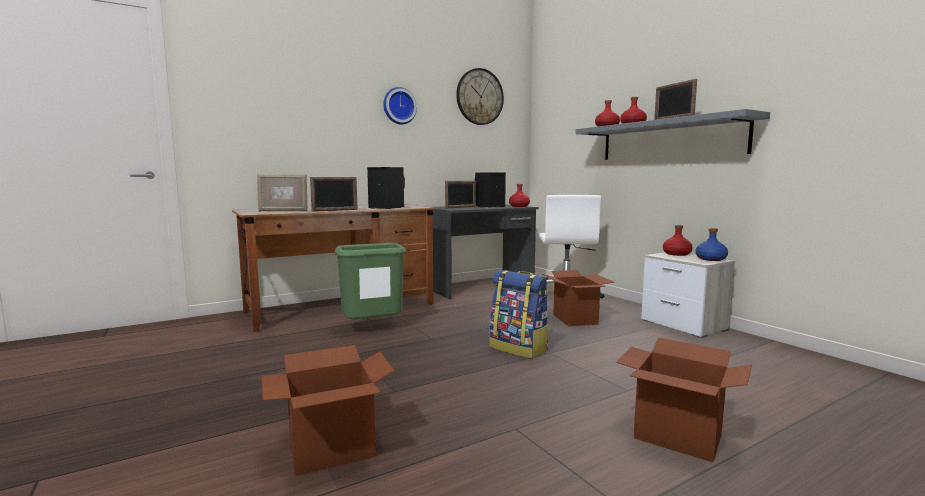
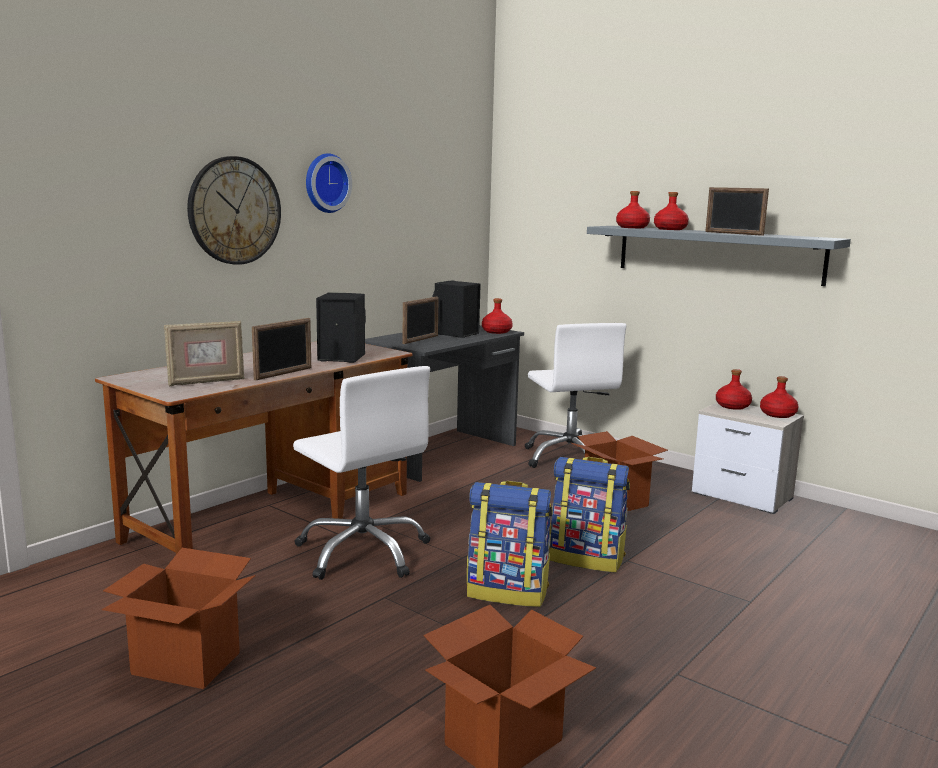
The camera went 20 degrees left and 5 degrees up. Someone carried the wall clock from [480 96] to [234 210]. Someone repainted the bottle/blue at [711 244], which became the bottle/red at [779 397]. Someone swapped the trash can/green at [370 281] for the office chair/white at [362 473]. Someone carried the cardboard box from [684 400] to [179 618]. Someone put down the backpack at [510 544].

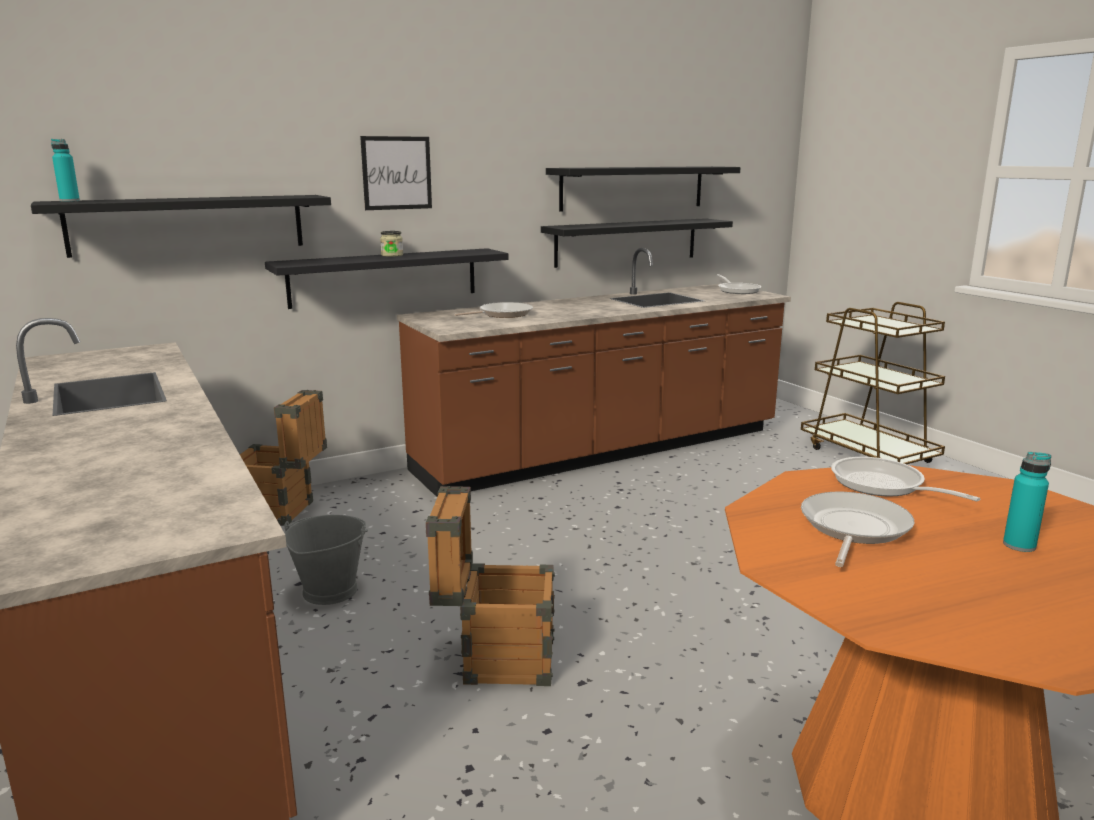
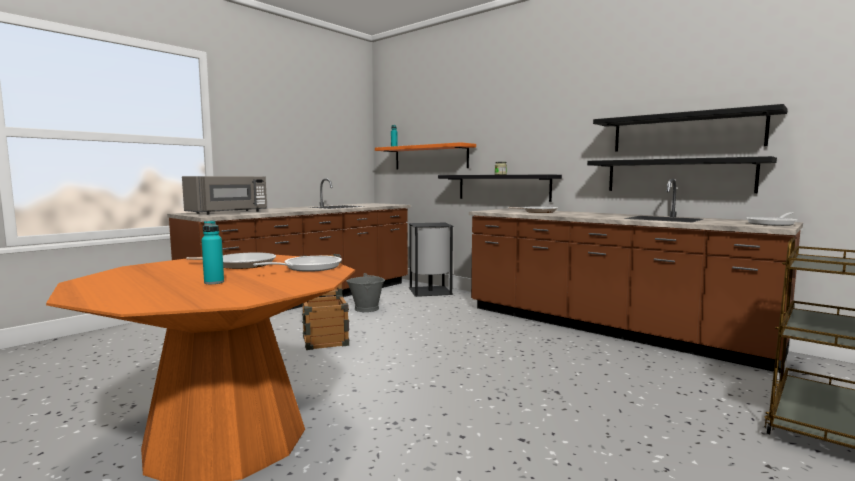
The camera went 70 degrees right and 10 degrees down. Someone took away the picture at [396 173]. Someone repainted the shelf/black at [181 226], which became the shelf/orange at [425 156]. Someone swapped the crate at [283 458] for the trash can/black at [431 260]. Someone put down the microwave/grey at [224 195].

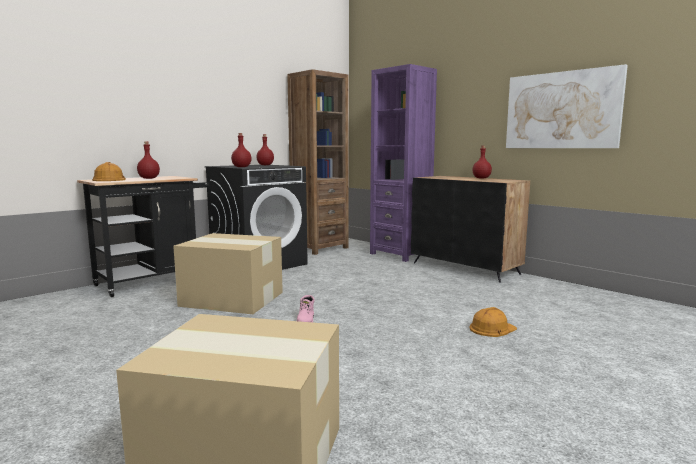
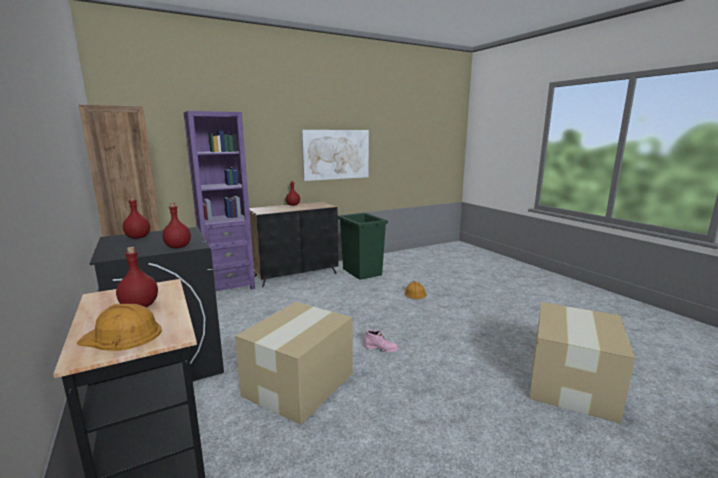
The camera went 75 degrees left and 5 degrees up. Someone put down the trash can/green at [363 246].

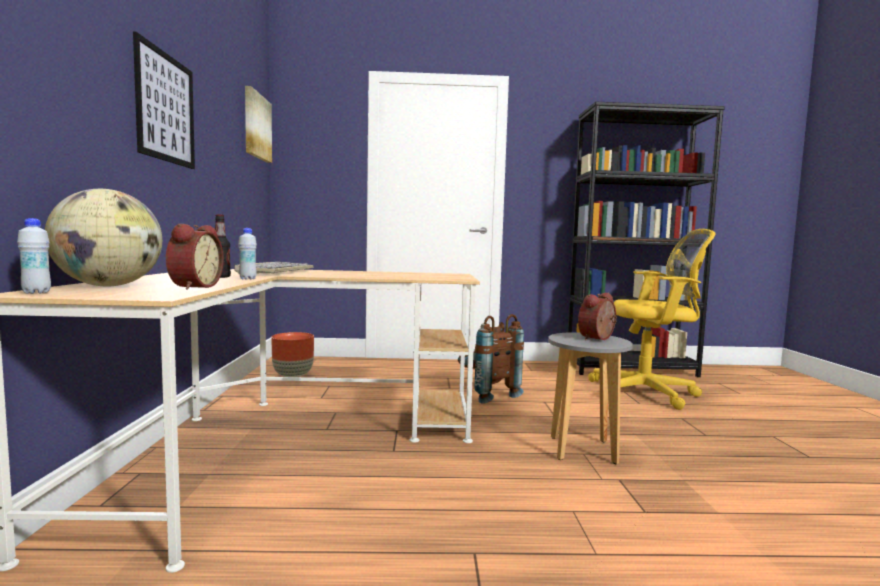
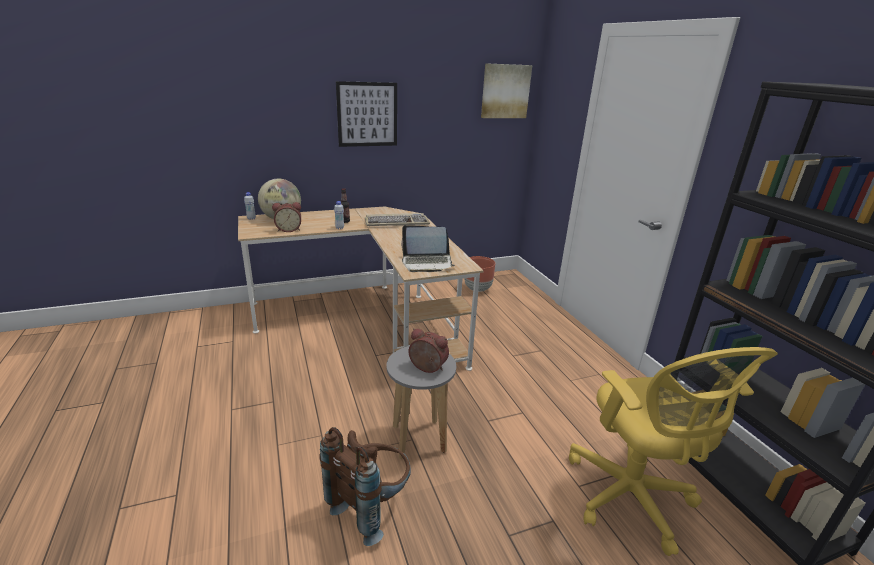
The camera went 70 degrees right and 20 degrees up. Someone carried the backpack/brown from [491 359] to [365 486]. Someone put down the laptop at [428 248].

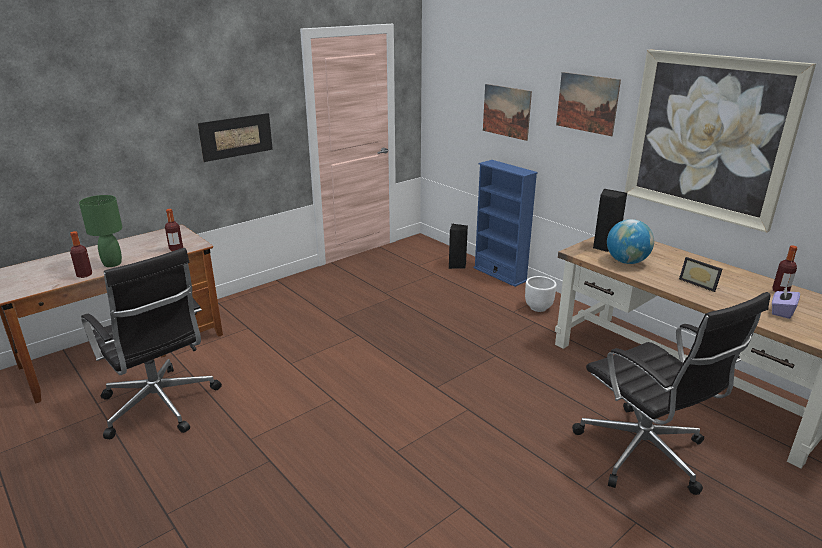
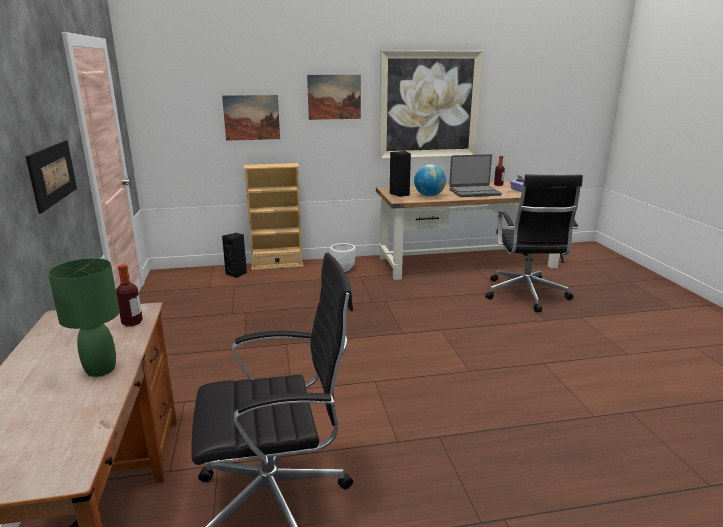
The camera went 60 degrees left and 5 degrees down. Someone repainted the bookcase/blue at [505 223], which became the bookcase/beige at [274 216]. Someone took away the bottle at [81 254]. Someone swapped the picture frame at [700 274] for the laptop at [475 175]. Someone rotated the office chair/black at [671 393] by 90 degrees clockwise.

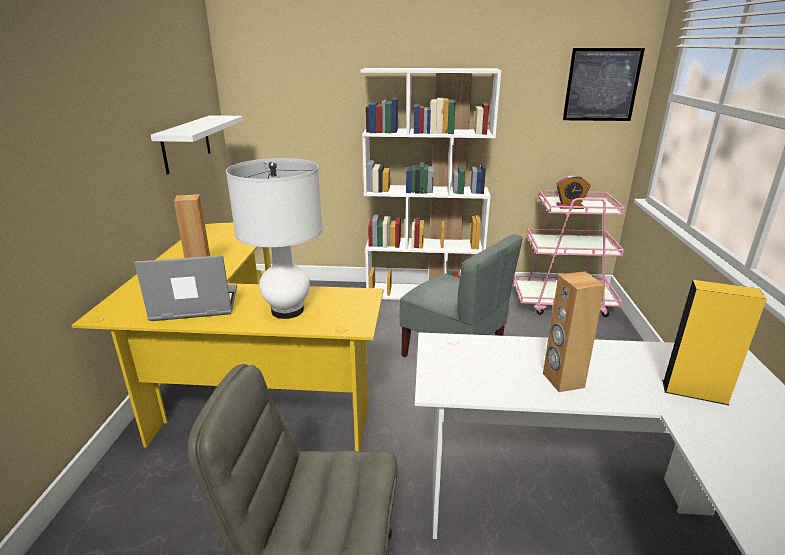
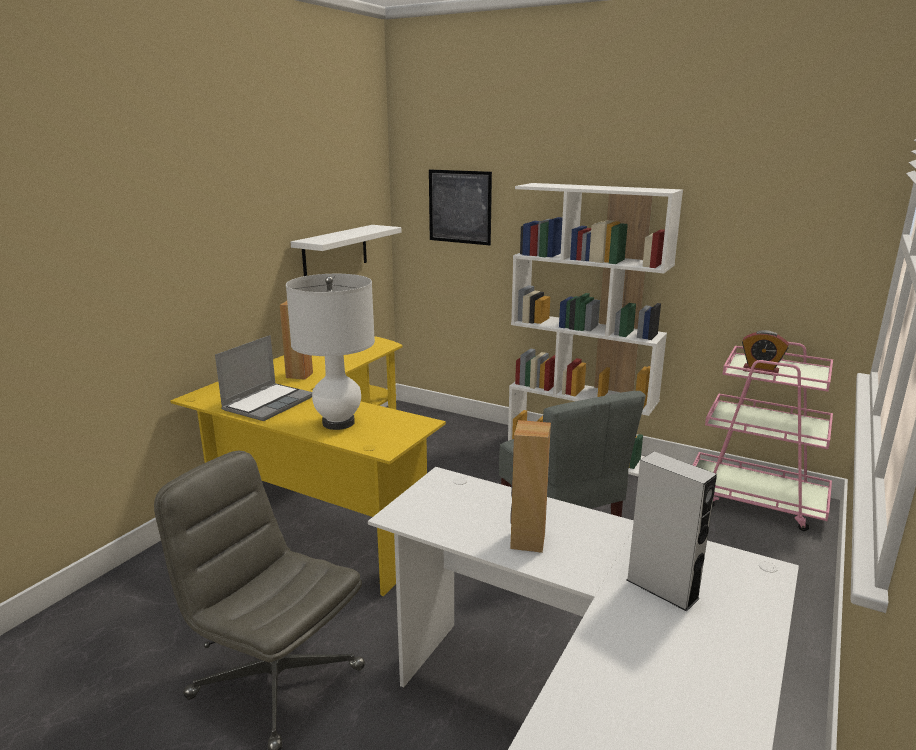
The camera went 25 degrees right and 5 degrees down. Someone carried the picture from [604 84] to [460 207]. Someone rotated the laptop at [185 288] by 105 degrees clockwise. Someone repainted the speaker/yellow at [714 343], which became the speaker/grey at [671 531].

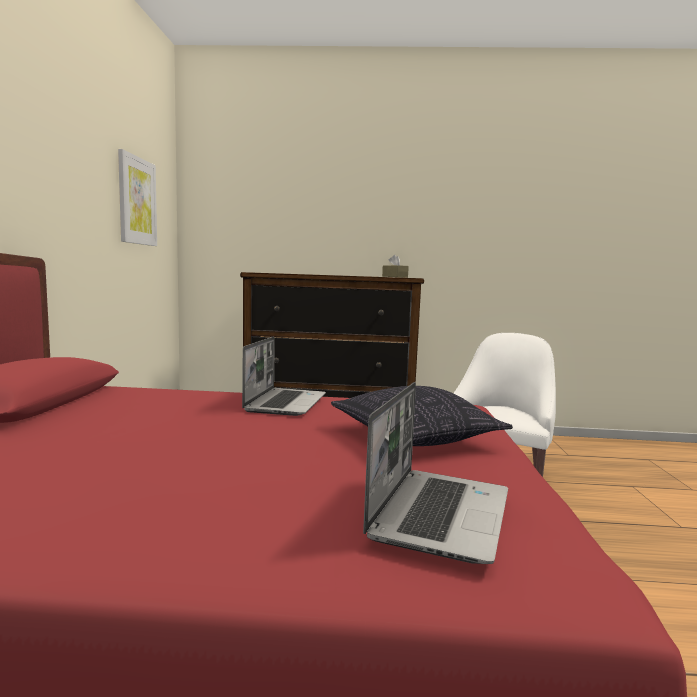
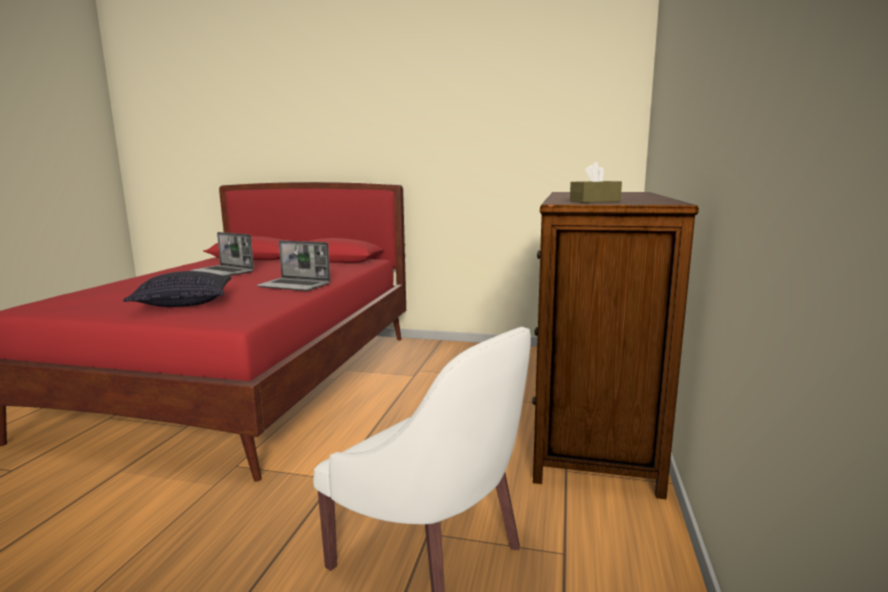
The camera went 100 degrees right and 5 degrees up. Someone took away the picture at [137 197]. Someone carried the laptop from [435 473] to [222 254].

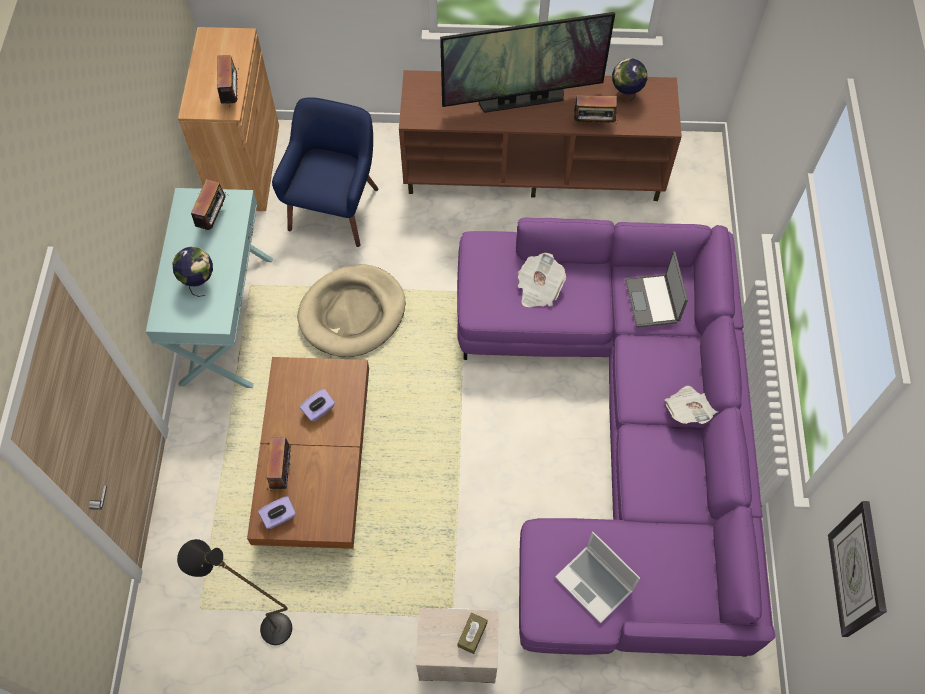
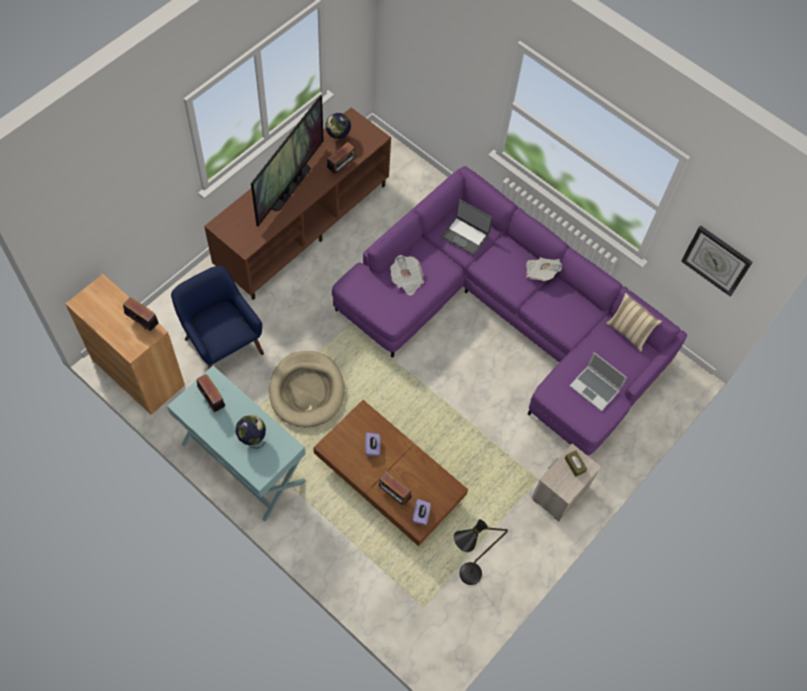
The camera went 55 degrees left and 0 degrees up. Someone rotated the laptop at [597 577] by 45 degrees clockwise. Someone put down the pillow/beige at [634 322].

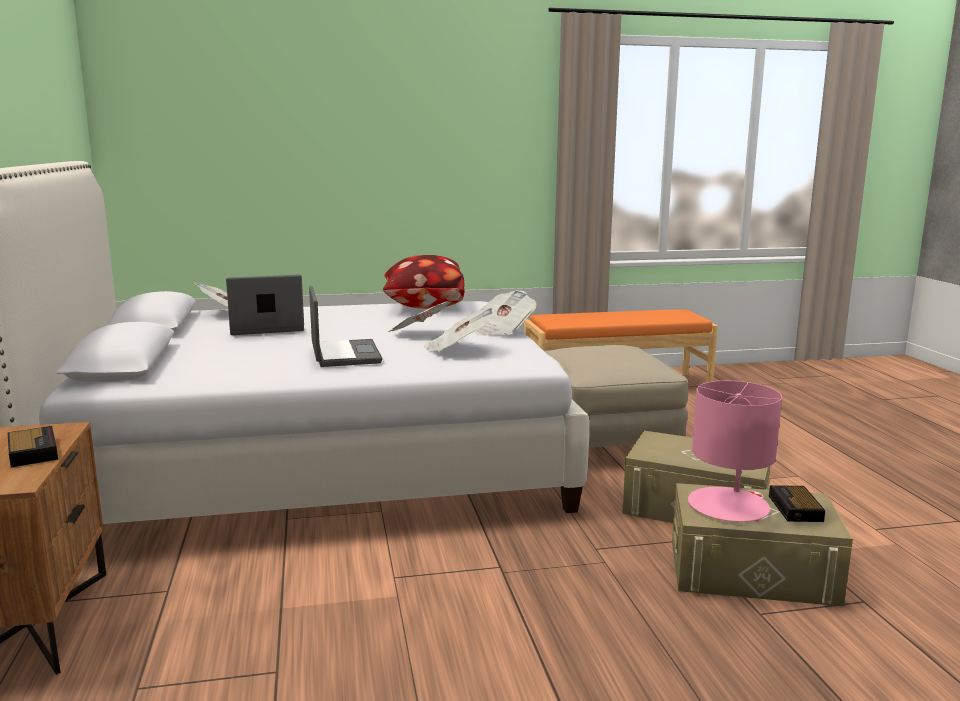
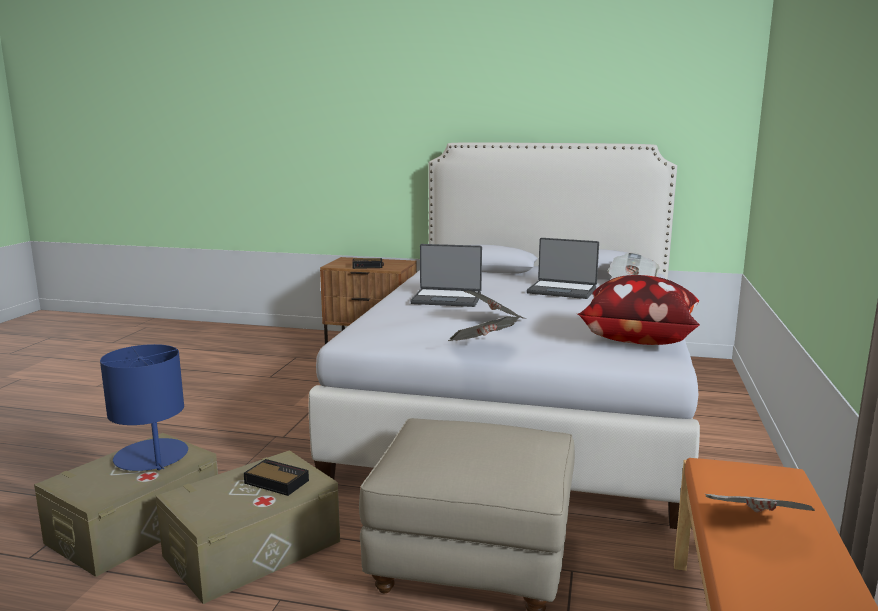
The camera went 115 degrees right and 0 degrees up. Someone rotated the laptop at [265 304] by 105 degrees clockwise. Someone carried the newspaper from [460 330] to [760 503]. Someone repainted the table lamp/pink at [735 451], which became the table lamp/blue at [144 407]. Someone carried the alarm clock from [797 503] to [276 477].

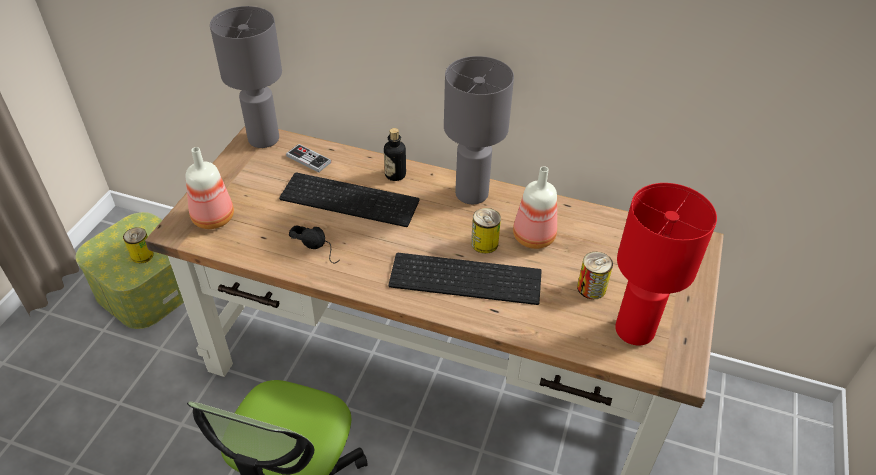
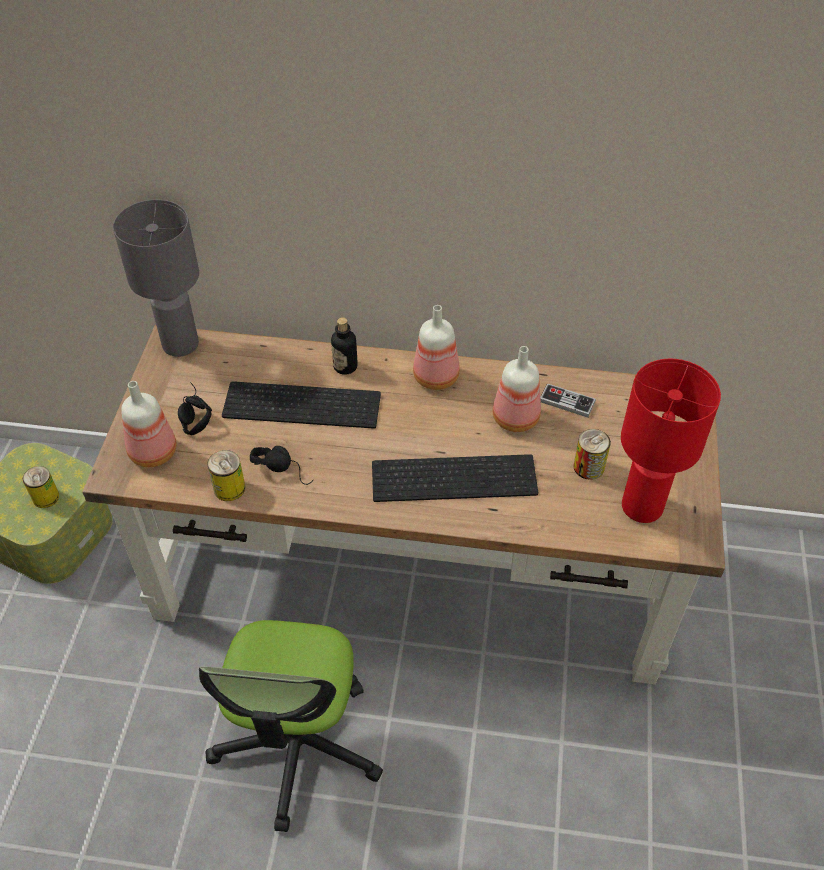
The camera went 10 degrees left and 5 degrees up. Someone swapped the table lamp/grey at [479 130] for the bottle at [436 347]. Someone carried the game controller from [308 158] to [568 400]. Someone carried the can from [486 231] to [226 475]. Someone put down the headphones/black at [195 408].

